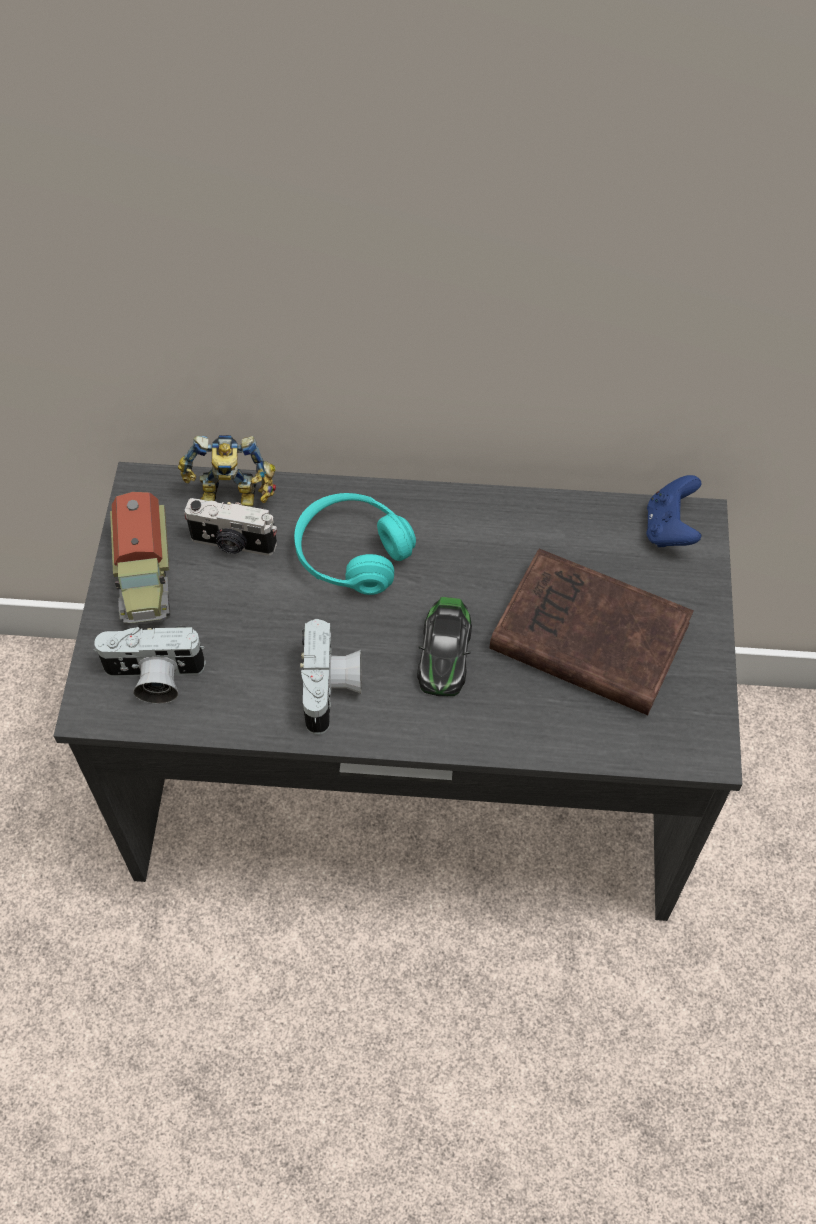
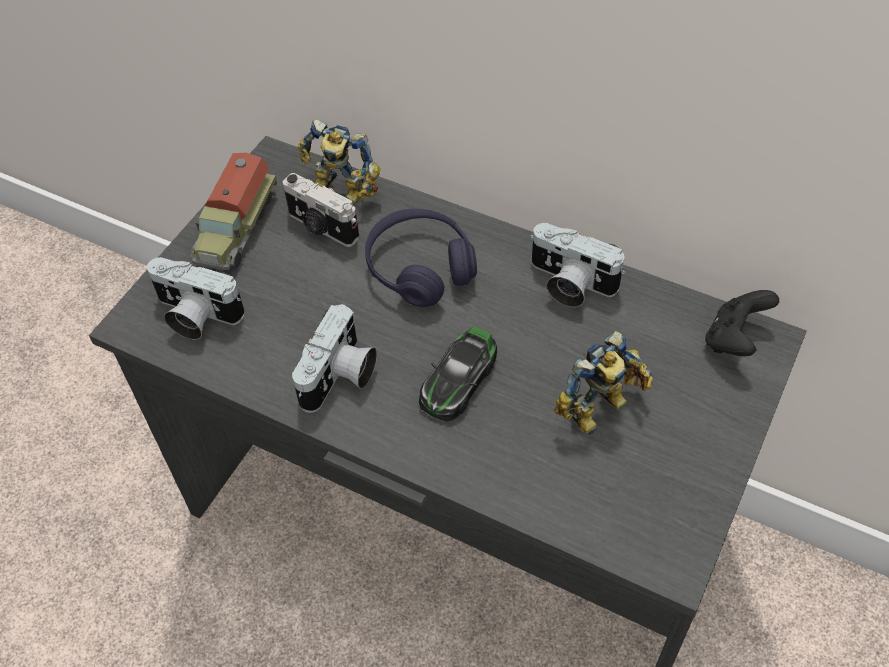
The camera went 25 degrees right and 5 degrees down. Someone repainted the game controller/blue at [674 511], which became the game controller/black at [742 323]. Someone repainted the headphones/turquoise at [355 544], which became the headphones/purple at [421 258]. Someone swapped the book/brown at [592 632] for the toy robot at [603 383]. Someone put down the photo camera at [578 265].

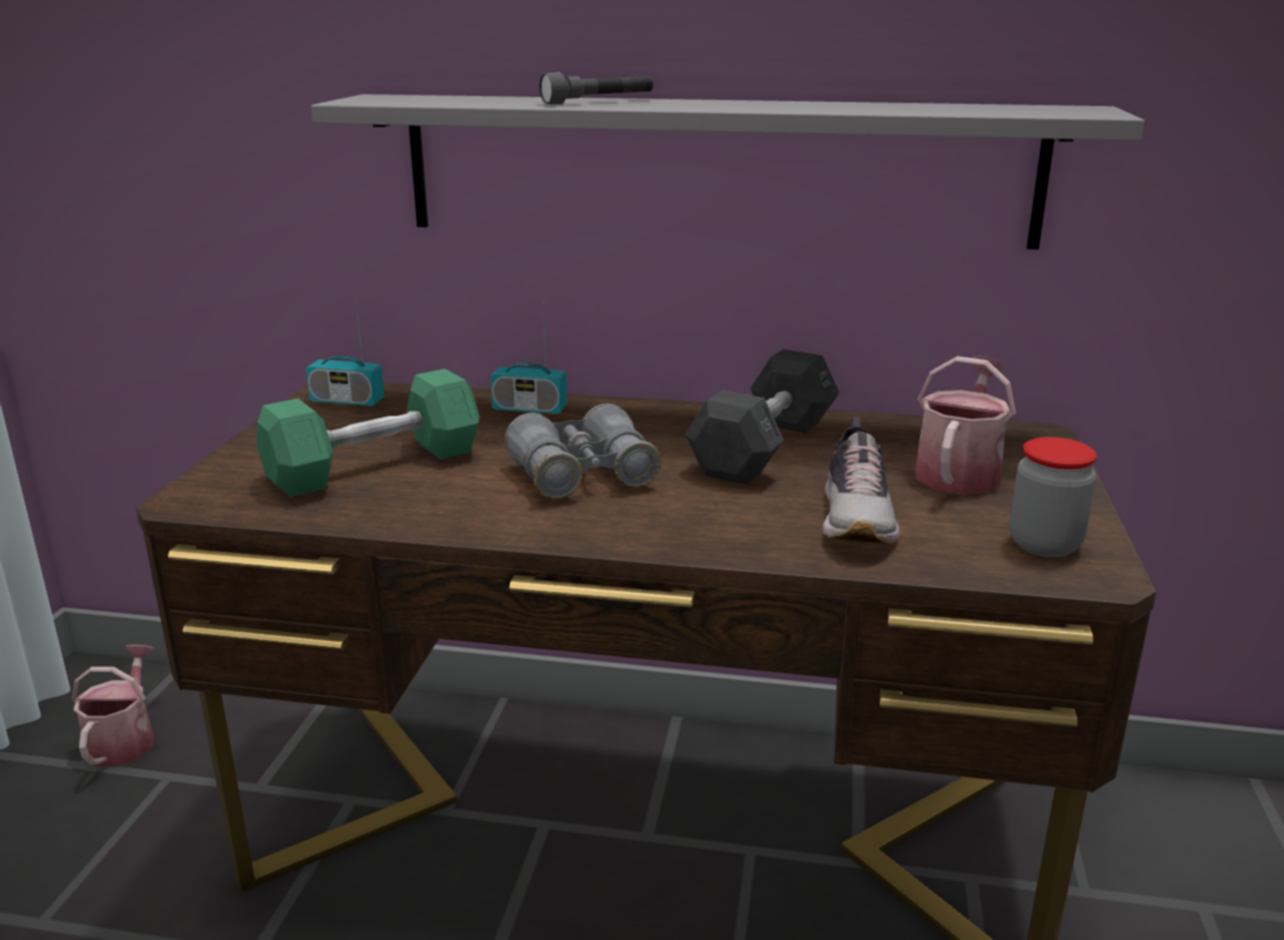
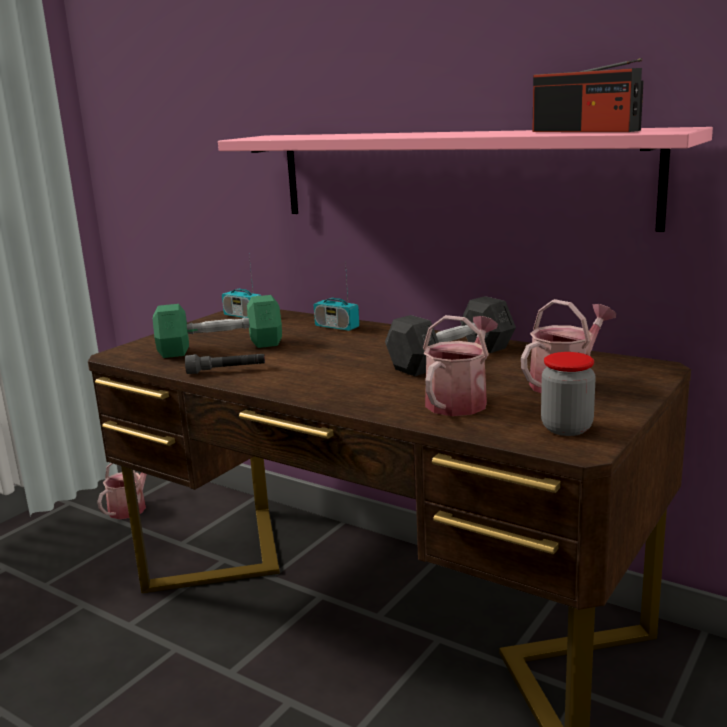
The camera went 25 degrees right and 5 degrees down. Someone carried the flashlight/grey from [596 88] to [225 364]. Someone repainted the shelf/grey at [728 172], which became the shelf/pink at [465 179]. Someone took away the binoculars/grey at [583 451]. Someone swapped the shoe at [861 480] for the watering can at [460 365]. Someone put down the radio at [588 95].

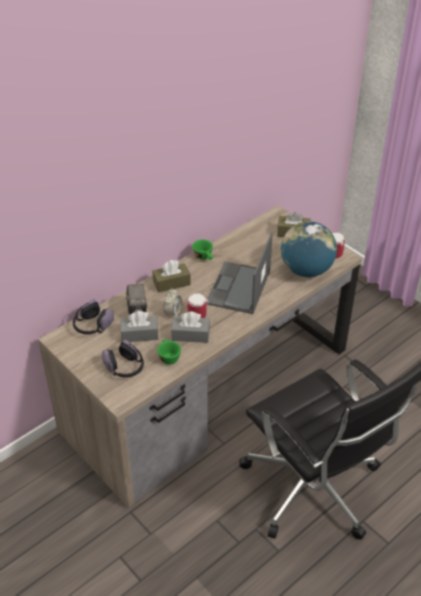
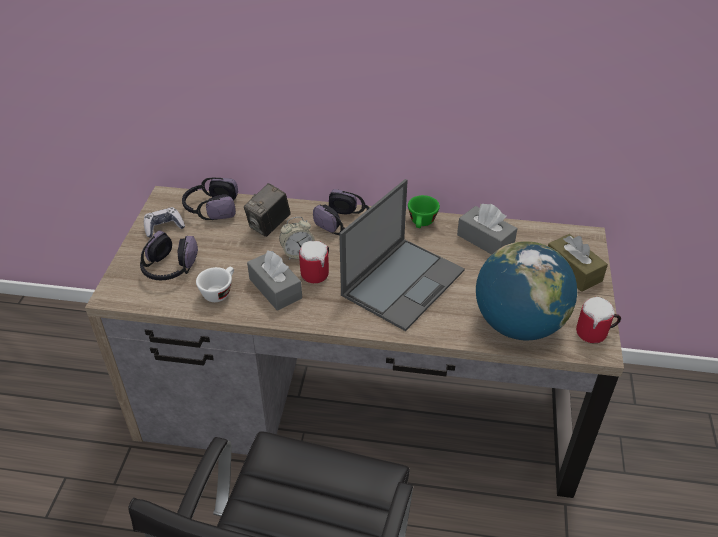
The camera went 50 degrees right and 0 degrees up. Someone rotated the laptop at [239 273] by 150 degrees clockwise. Someone swapped the tissue box/brown at [171 276] for the headphones at [341 212]. Someone carried the tissue box/grey from [139 326] to [487 229]. Someone repainted the cup/green at [169 352], which became the cup/white at [215 284]. Someone put down the game controller at [164 222].

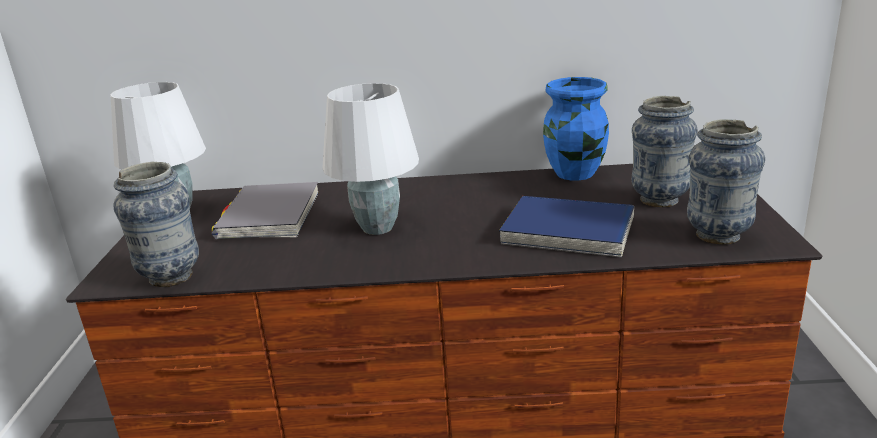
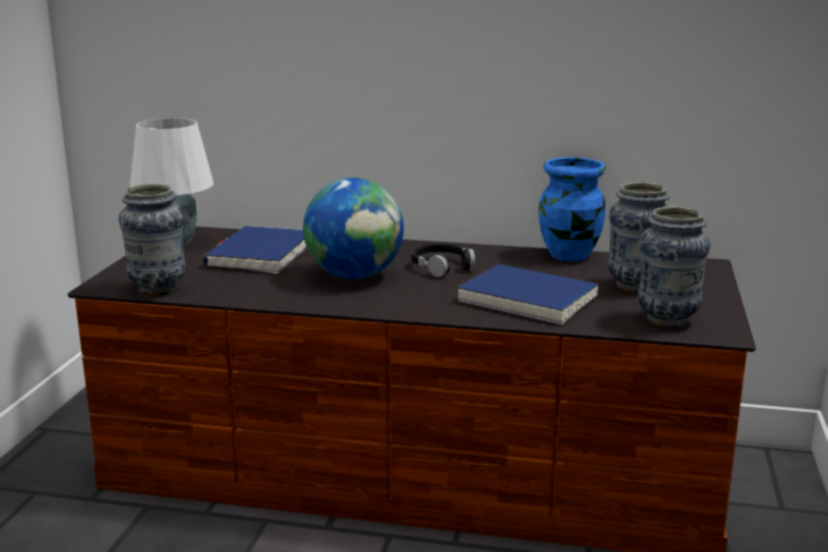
The camera went 10 degrees right and 5 degrees down. Someone swapped the table lamp/white at [370 159] for the globe at [353 228]. Someone repainted the book/grey at [265 210], which became the book/blue at [255 250]. Someone put down the headphones/black at [443 260].

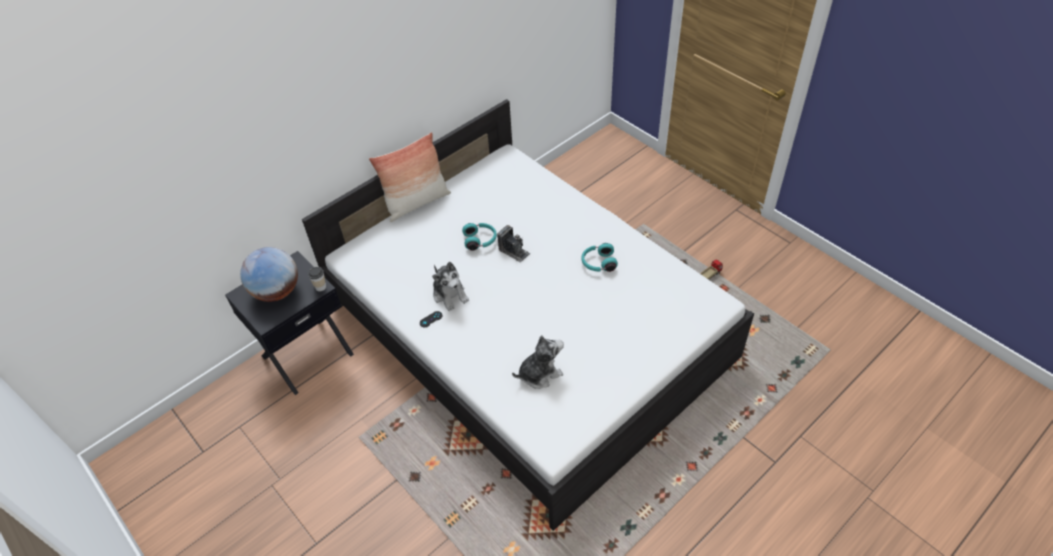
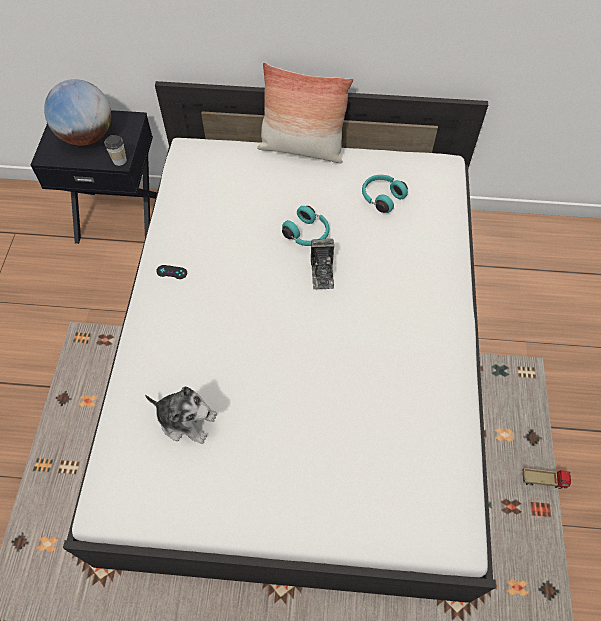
The camera went 45 degrees right and 10 degrees up. Someone carried the headphones/turquoise from [599 257] to [385 194]. Someone took away the plush toy at [450 286].

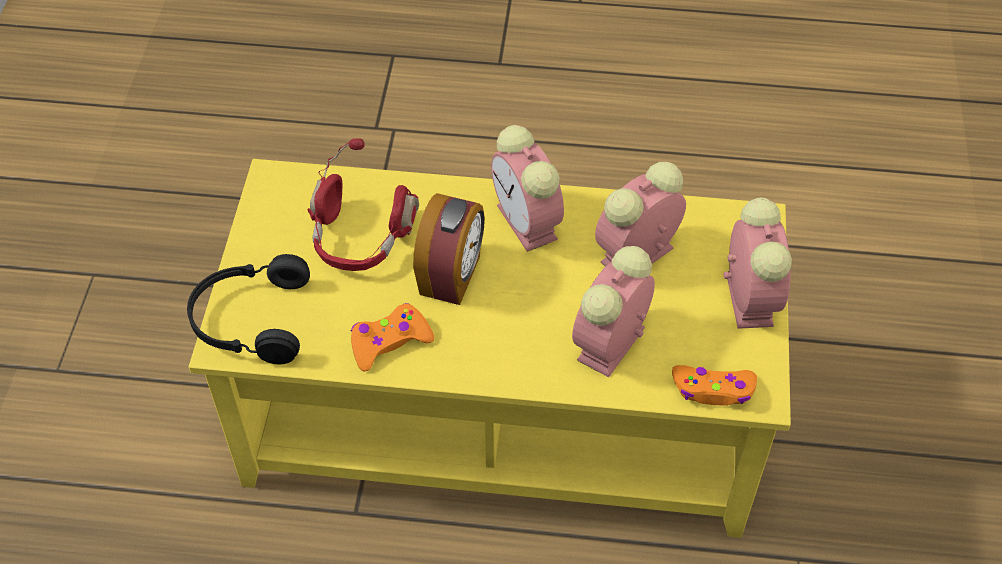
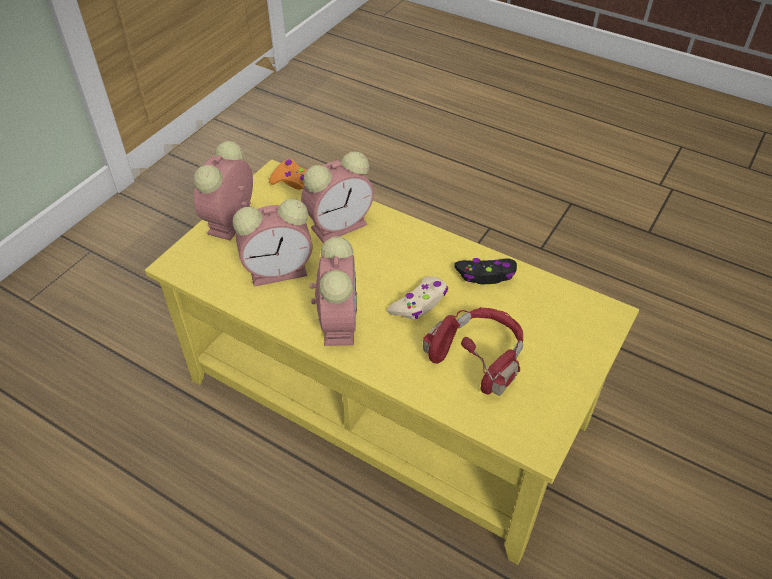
The camera went 155 degrees left and 5 degrees down. Someone swapped the alarm clock at [449 249] for the game controller/beige at [417 297]. Someone took away the headphones/black at [248 309]. Someone repainted the game controller/orange at [392 337], which became the game controller/black at [485 271].

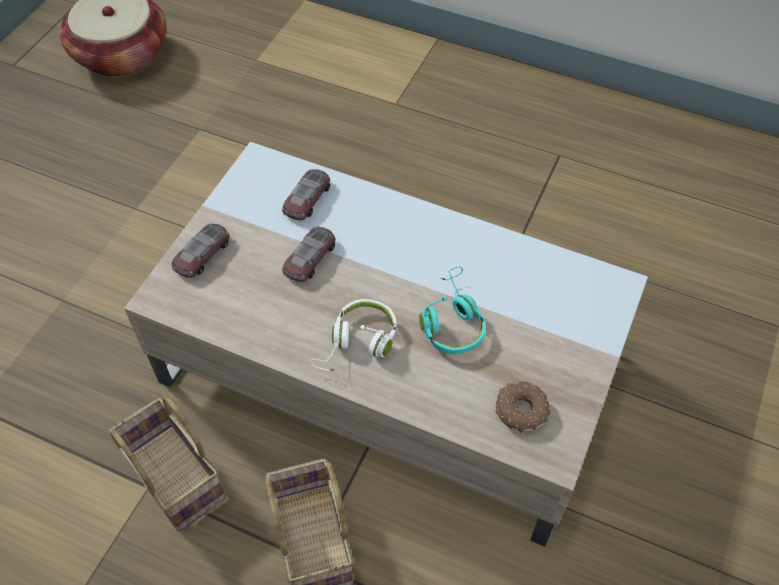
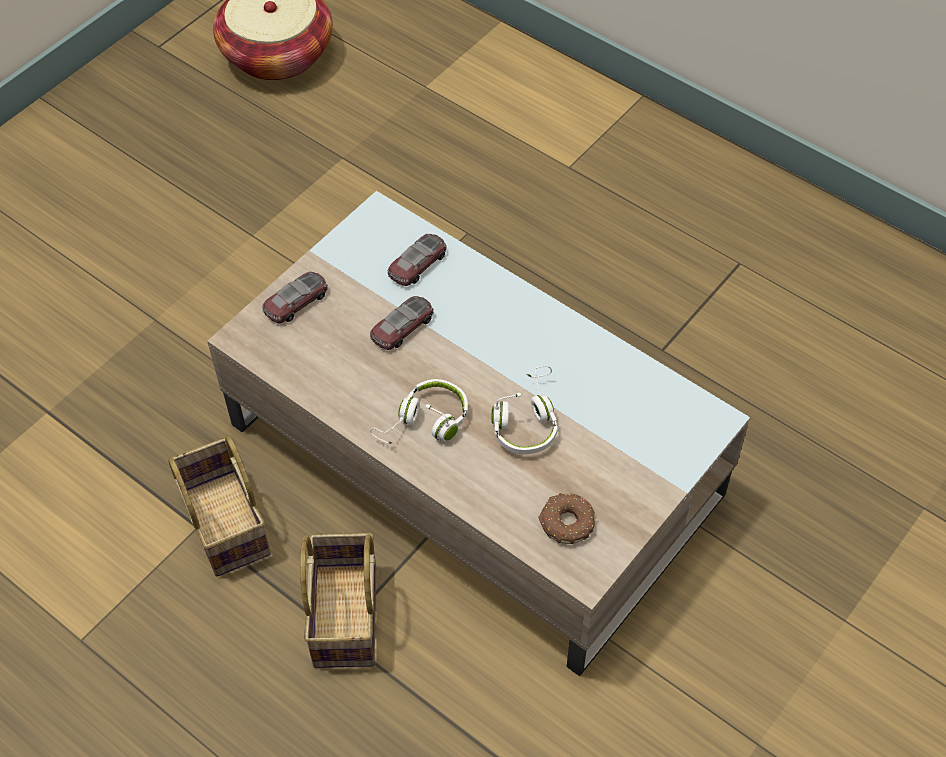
The camera went 15 degrees right and 0 degrees up. Someone repainted the headphones/turquoise at [452 310], which became the headphones/white at [524 410].

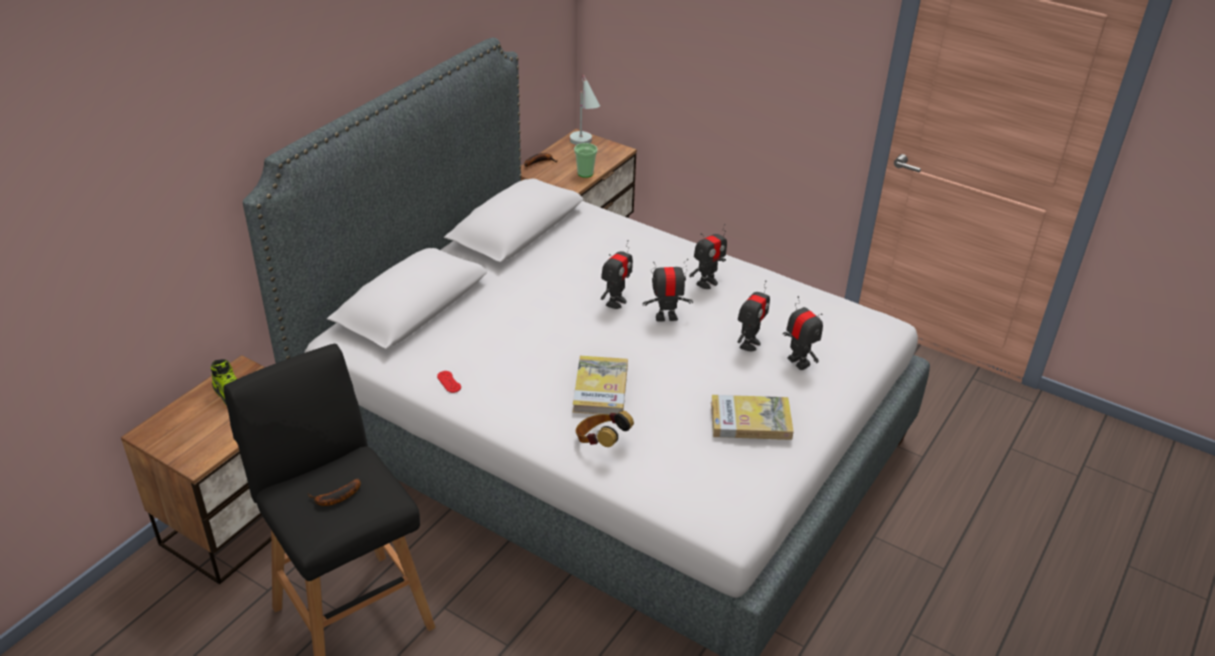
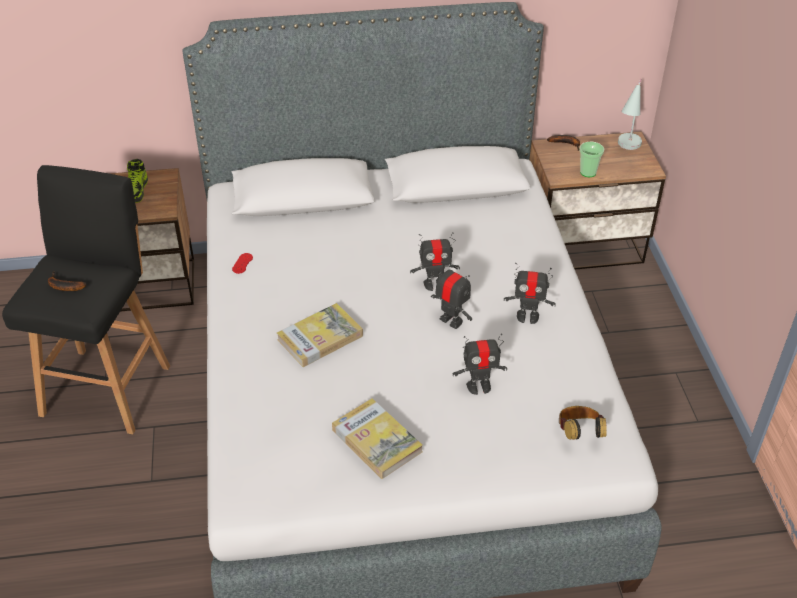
The camera went 50 degrees right and 5 degrees up. Someone took away the toy robot at [803 333]. Someone carried the headphones from [605 429] to [583 423].

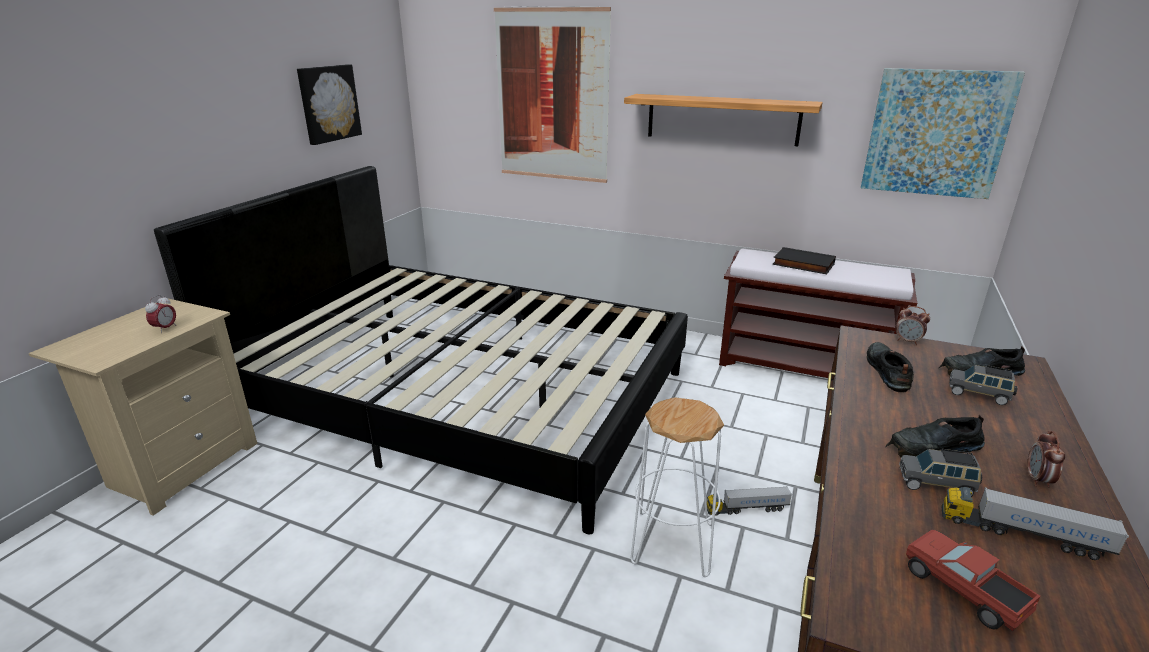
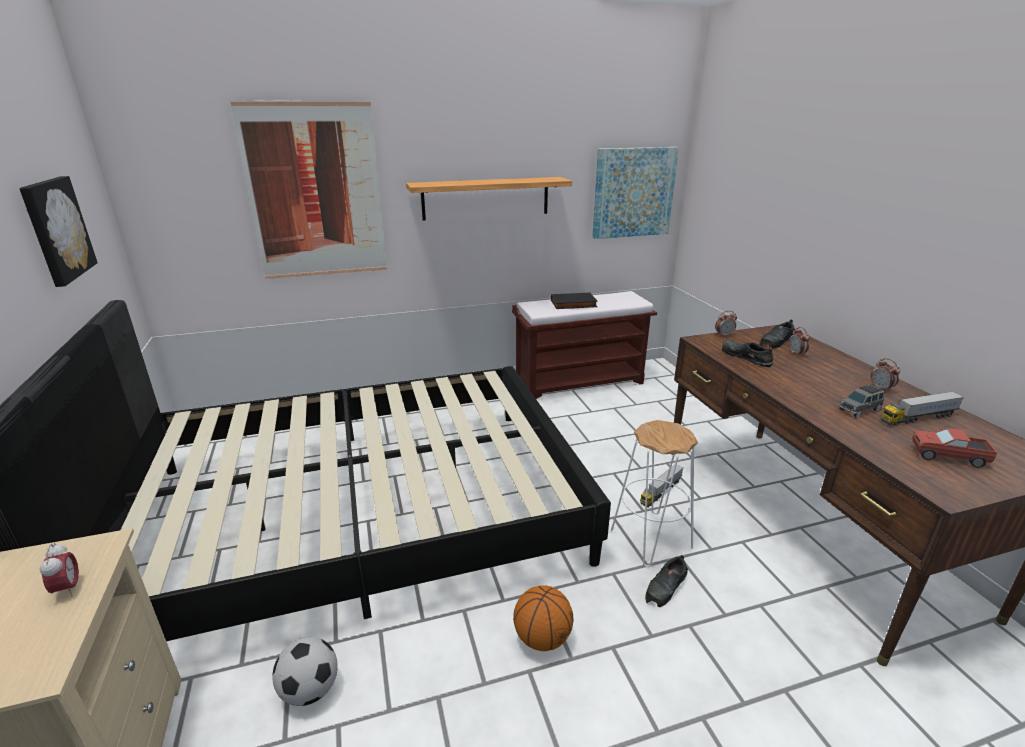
The camera went 40 degrees left and 0 degrees up. Someone swapped the toy car/grey at [983 385] for the alarm clock at [799 342]. Someone carried the shoe/black from [935 436] to [666 581]. Someone put down the basketball at [543 618]. Someone put down the football at [305 671].

